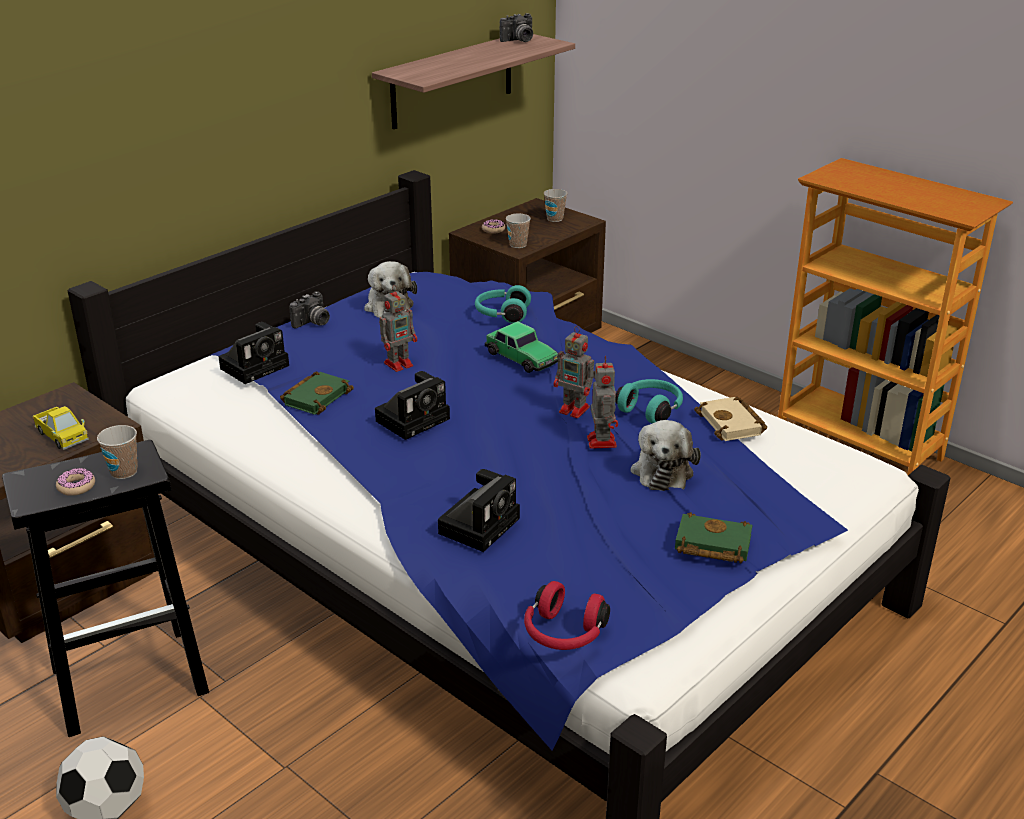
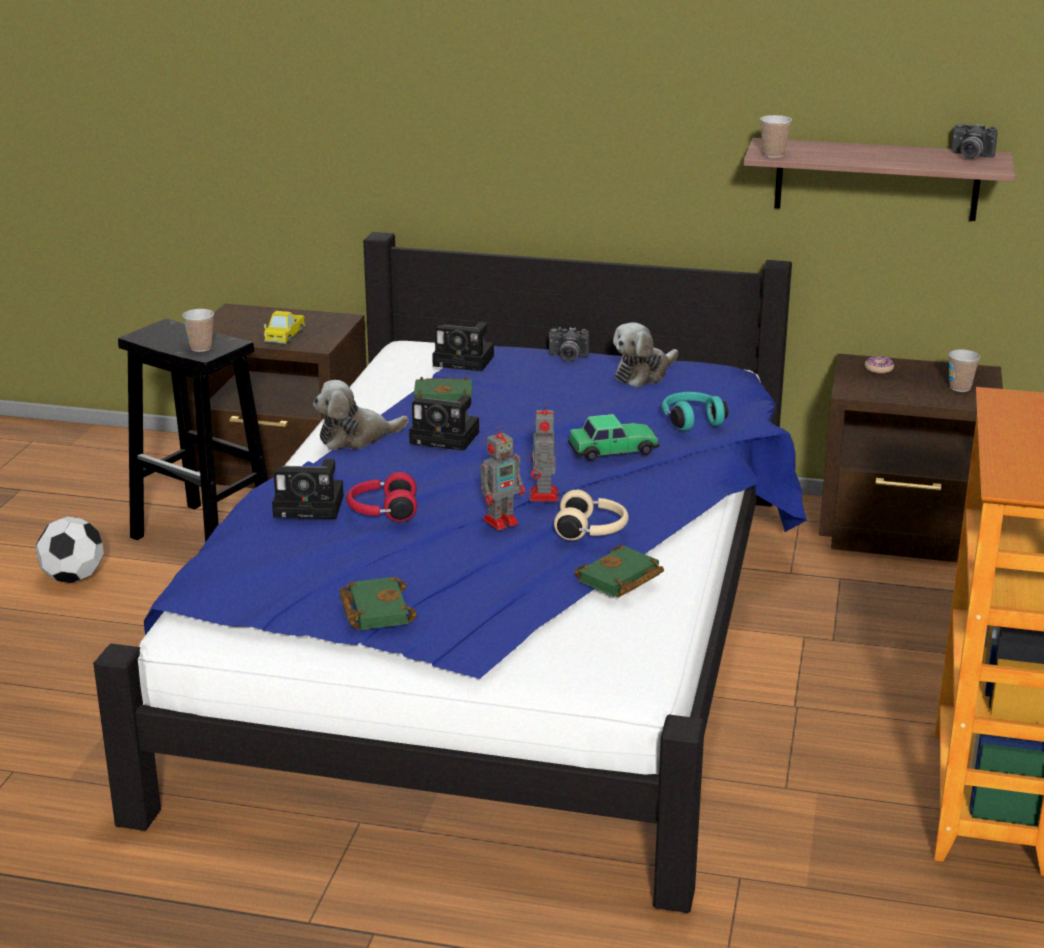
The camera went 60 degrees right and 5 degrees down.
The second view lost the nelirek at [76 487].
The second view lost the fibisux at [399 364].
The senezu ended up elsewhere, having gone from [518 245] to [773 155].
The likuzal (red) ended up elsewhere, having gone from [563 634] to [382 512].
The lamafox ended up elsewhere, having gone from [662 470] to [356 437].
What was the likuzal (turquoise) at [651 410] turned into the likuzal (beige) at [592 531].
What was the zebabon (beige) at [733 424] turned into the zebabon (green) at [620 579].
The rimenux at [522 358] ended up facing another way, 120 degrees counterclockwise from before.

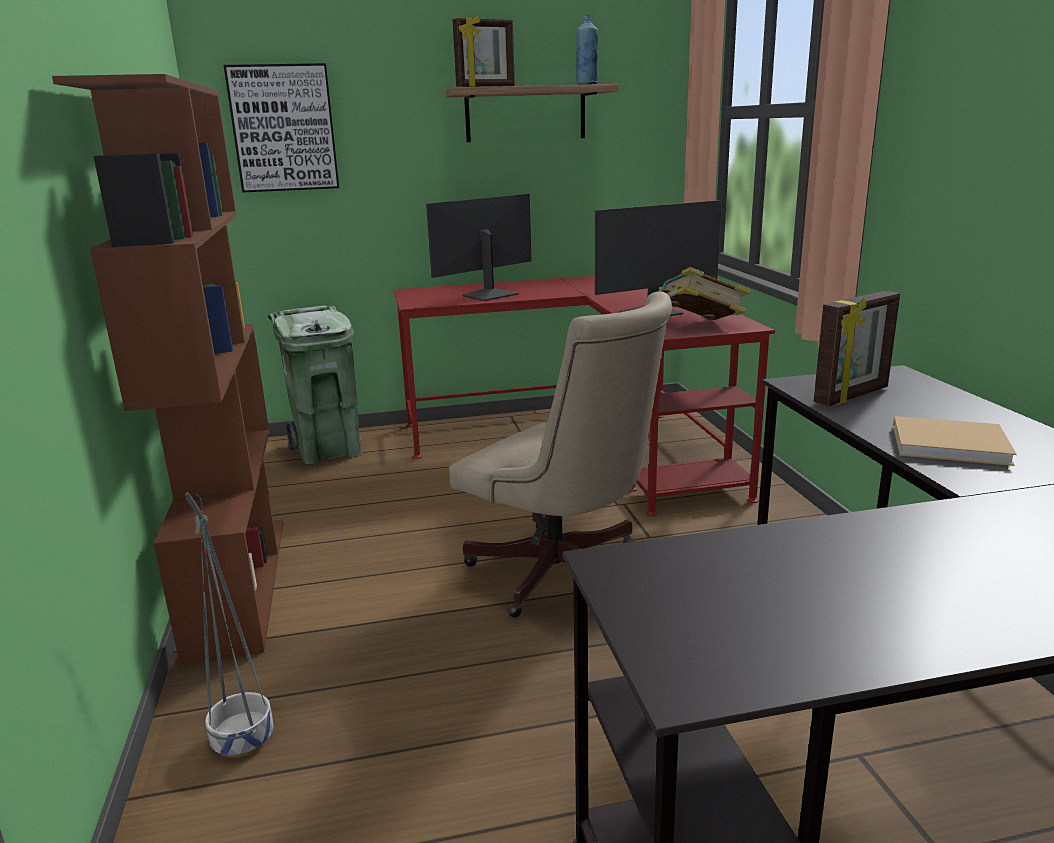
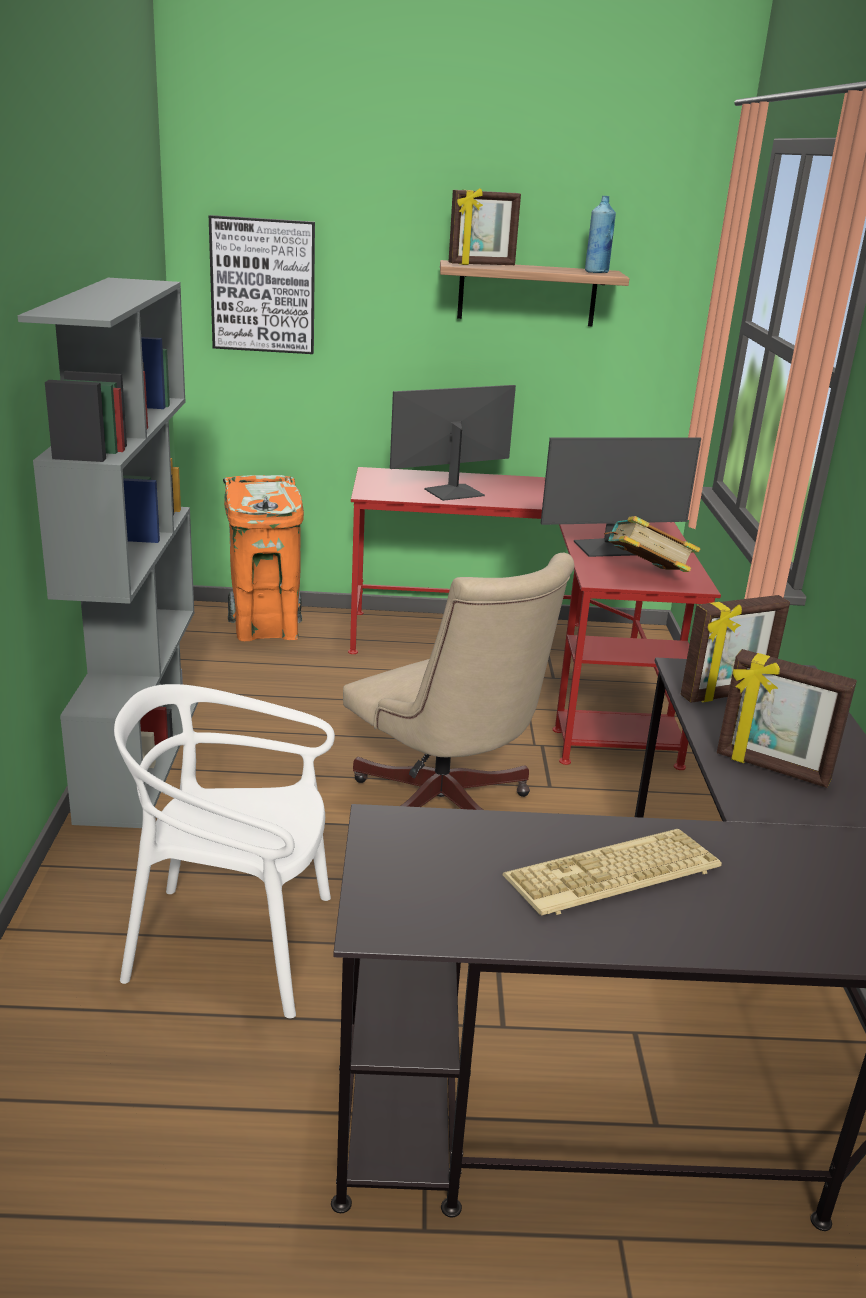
The camera went 10 degrees right and 5 degrees up.
The second view lost the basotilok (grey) at [242 740].
The second view gained the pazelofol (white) at [233 944].
The second view gained the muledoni at [613 876].
Where the zebabon (beige) stood at [953 445], the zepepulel came to stand at [772 768].
What was the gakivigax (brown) at [237 583] turned into the gakivigax (grey) at [140 756].
What was the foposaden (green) at [329 450] turned into the foposaden (orange) at [266 628].

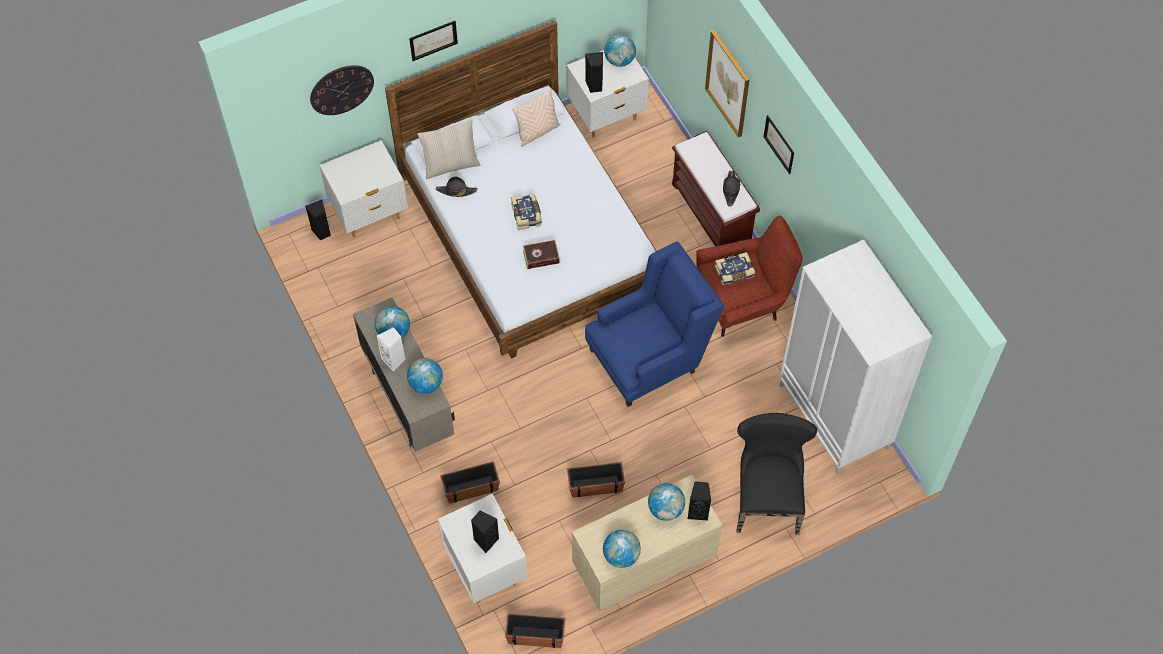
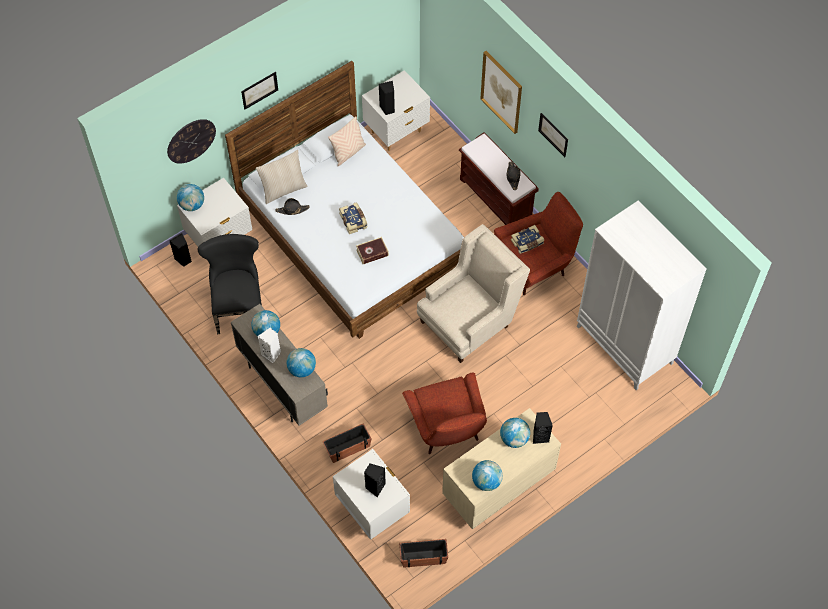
The camera went 10 degrees left and 0 degrees up.
The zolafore ended up elsewhere, having gone from [619 60] to [192 205].
The pazelofol (black) ended up elsewhere, having gone from [766 498] to [238 305].
Where the basotilok stood at [595 485], the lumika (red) came to stand at [447 429].
What was the lumika (blue) at [650 356] turned into the lumika (beige) at [470 320].

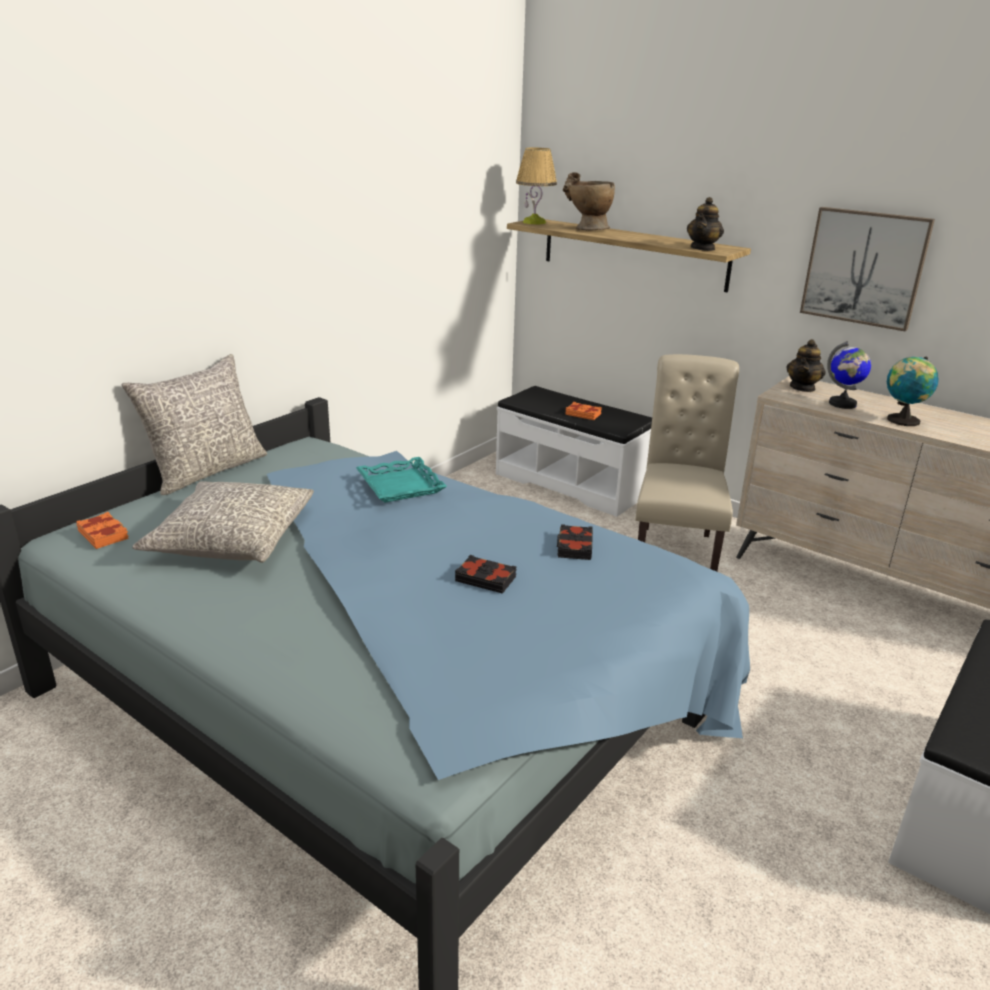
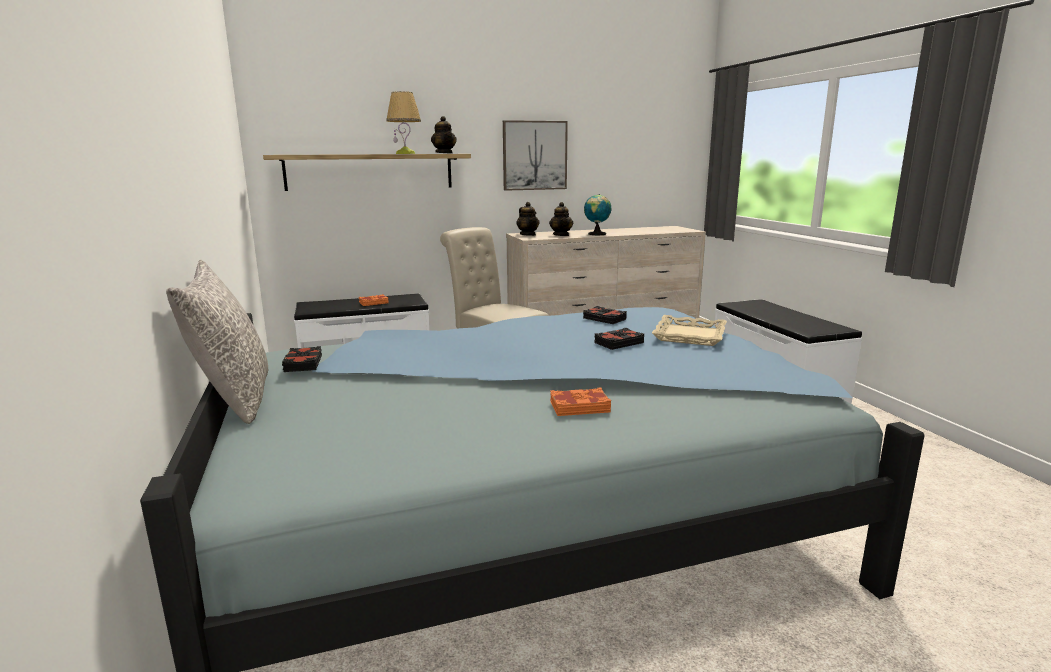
The camera went 55 degrees left and 10 degrees down.
The second view lost the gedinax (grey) at [232 538].
The second view lost the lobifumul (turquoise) at [401 485].
The second view lost the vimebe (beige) at [586 229].
The second view gained the zebabon (black) at [302 364].
The second view gained the lobifumul (beige) at [690 336].
The zebabon (orange) ended up elsewhere, having gone from [104 534] to [579 407].
The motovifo ended up elsewhere, having gone from [534 222] to [405 153].
Where the zolafore stood at [842 404], the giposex came to stand at [561 235].

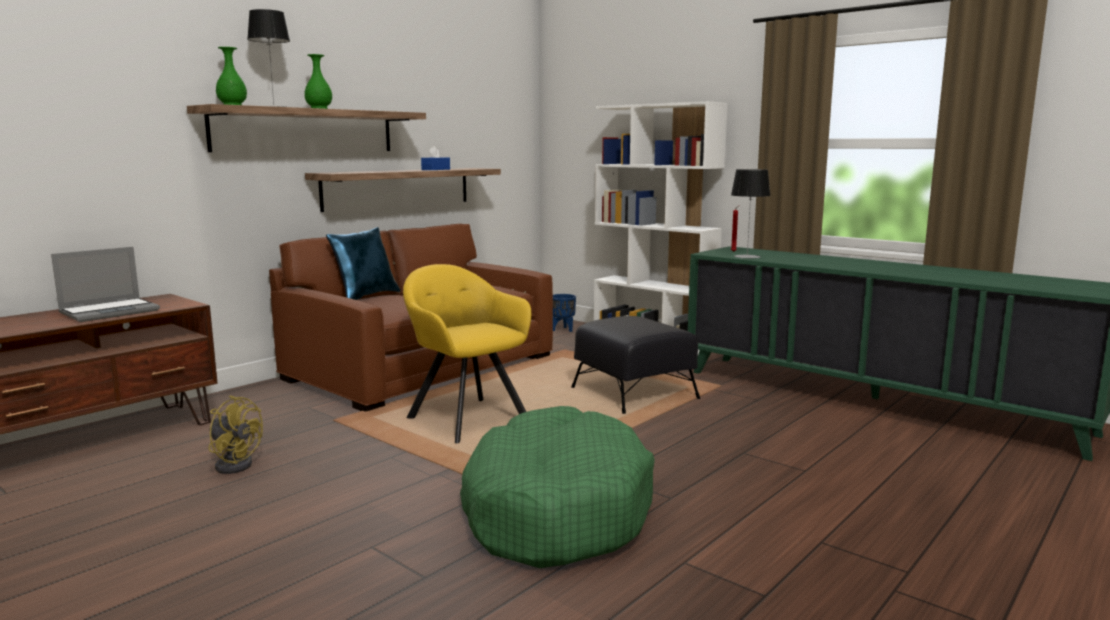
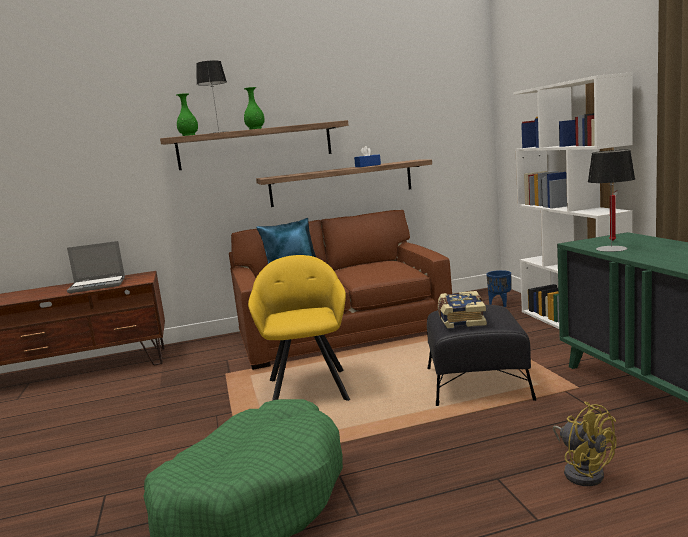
The camera went 35 degrees right and 0 degrees up.
The second view gained the zebabon at [460 319].
The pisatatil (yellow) ended up elsewhere, having gone from [234 464] to [583 471].

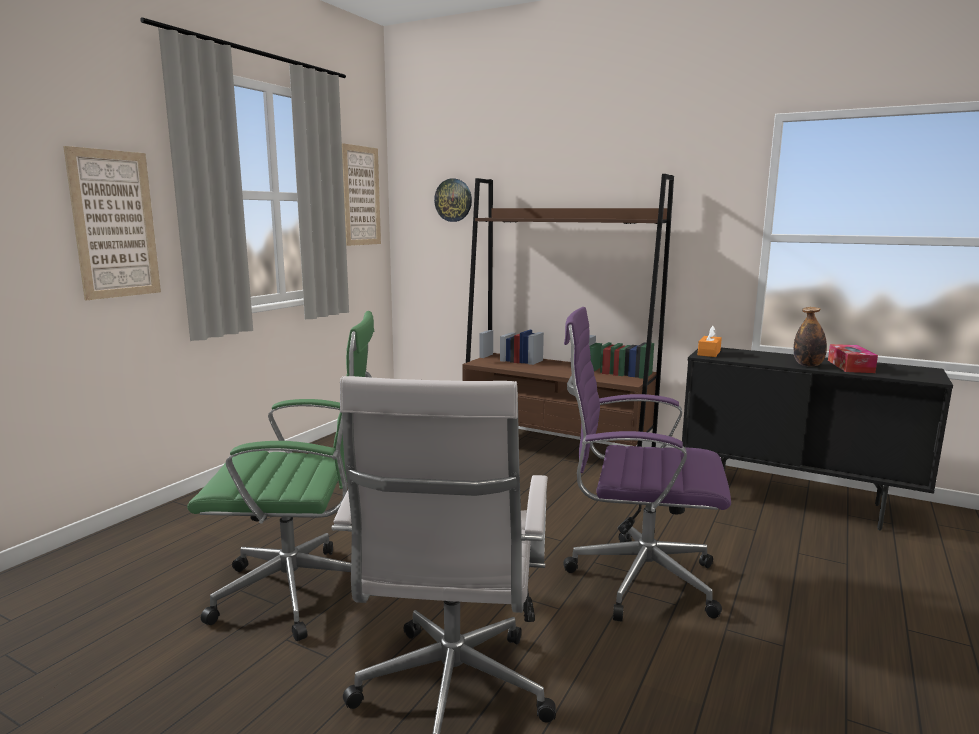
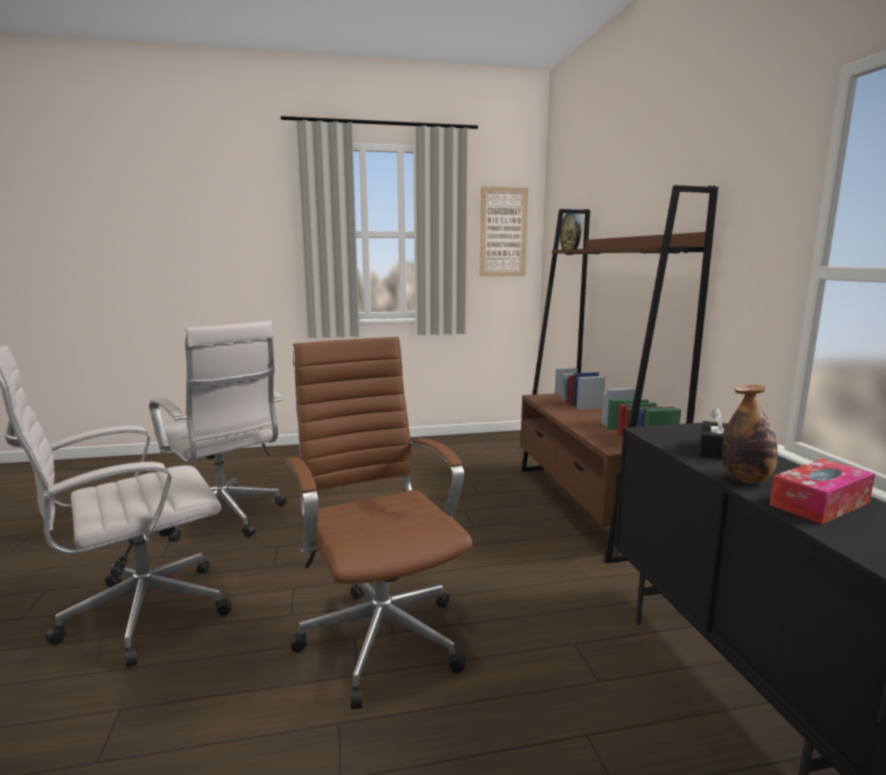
The camera went 50 degrees right and 0 degrees up.
The second view lost the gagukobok at [115 224].
The second view lost the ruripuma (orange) at [709 353].
The second view gained the ruripuma (black) at [714 450].
What was the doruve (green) at [301 592] turned into the doruve (white) at [226 518].
What was the doruve (purple) at [635 579] turned into the doruve (brown) at [380 635].

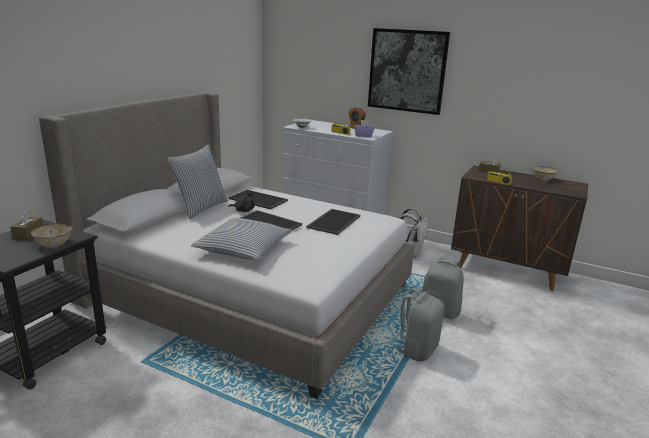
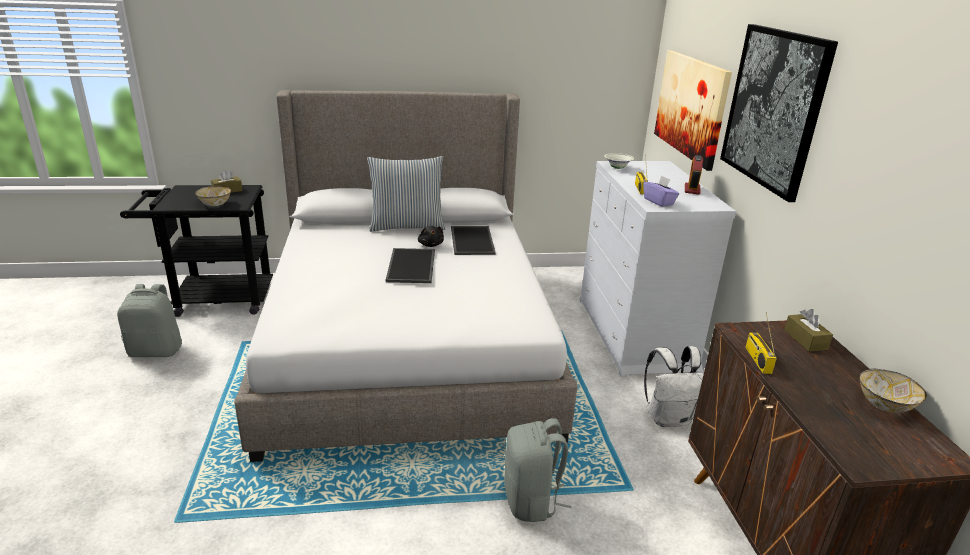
The camera went 55 degrees right and 5 degrees up.
The second view lost the gedinax at [243 248].
The second view lost the lobifumul at [333 221].
The second view gained the gagukobok at [690 106].
The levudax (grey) ended up elsewhere, having gone from [417 349] to [156 351].

